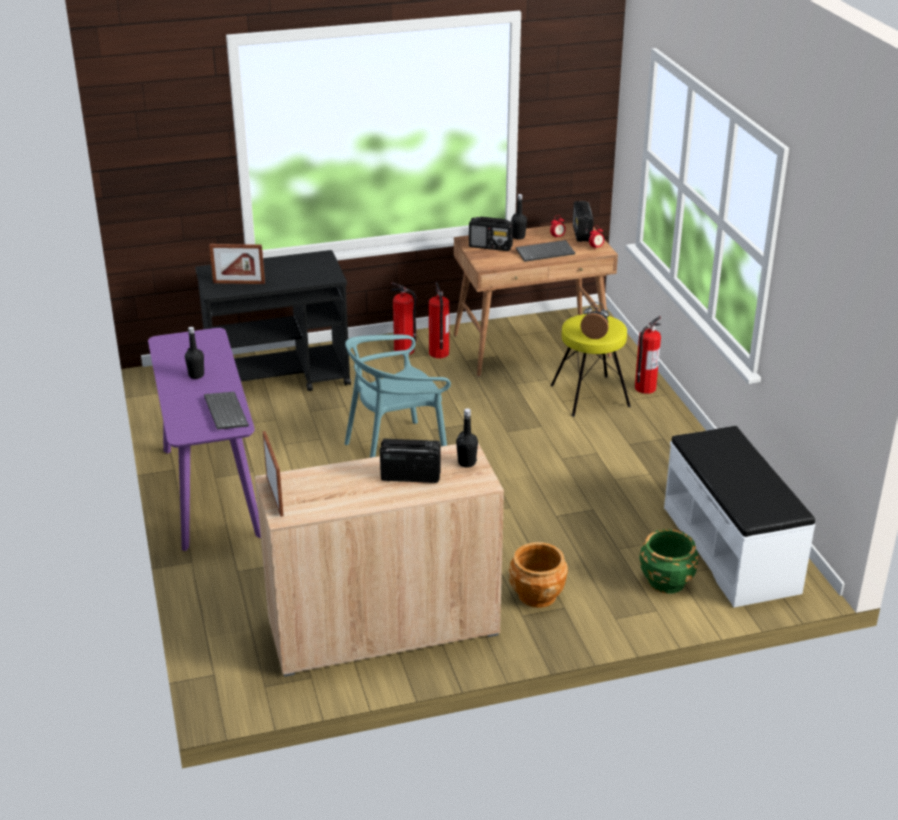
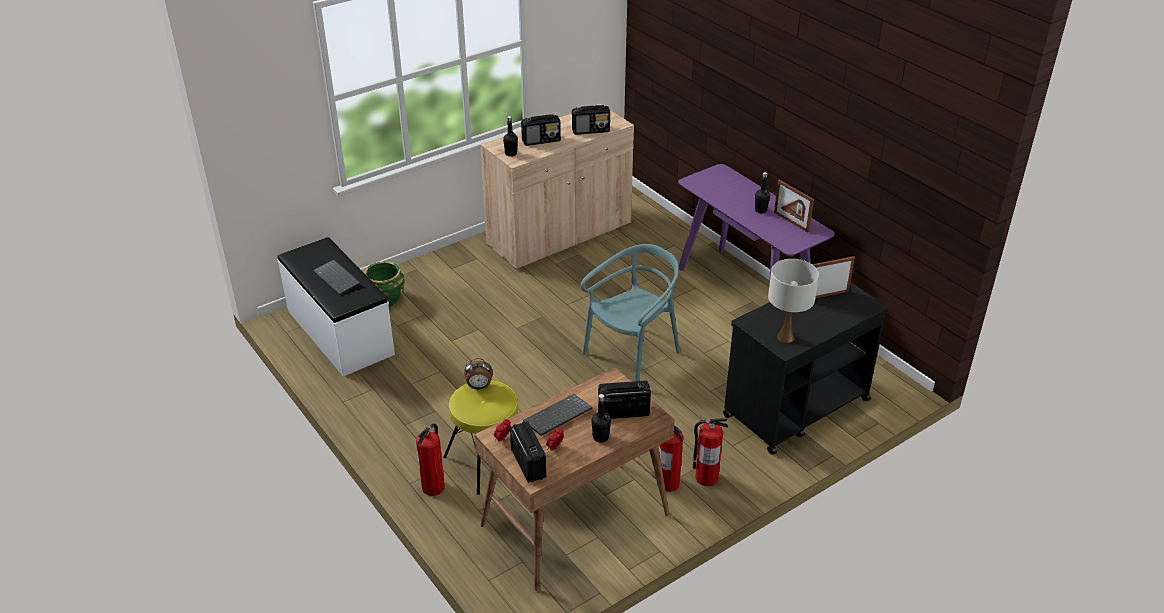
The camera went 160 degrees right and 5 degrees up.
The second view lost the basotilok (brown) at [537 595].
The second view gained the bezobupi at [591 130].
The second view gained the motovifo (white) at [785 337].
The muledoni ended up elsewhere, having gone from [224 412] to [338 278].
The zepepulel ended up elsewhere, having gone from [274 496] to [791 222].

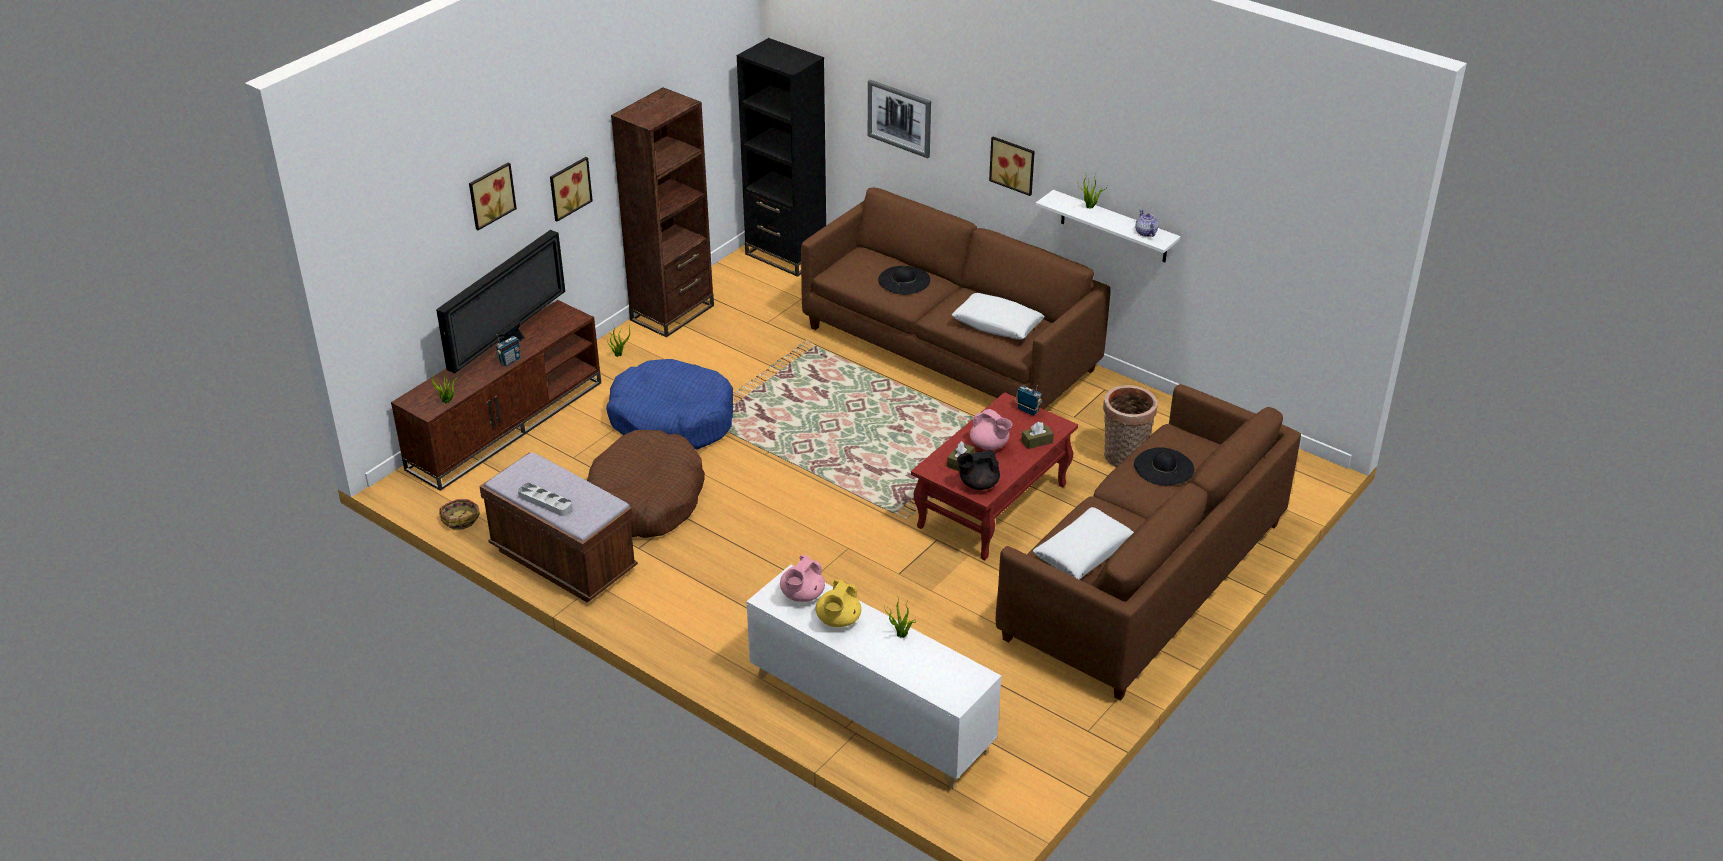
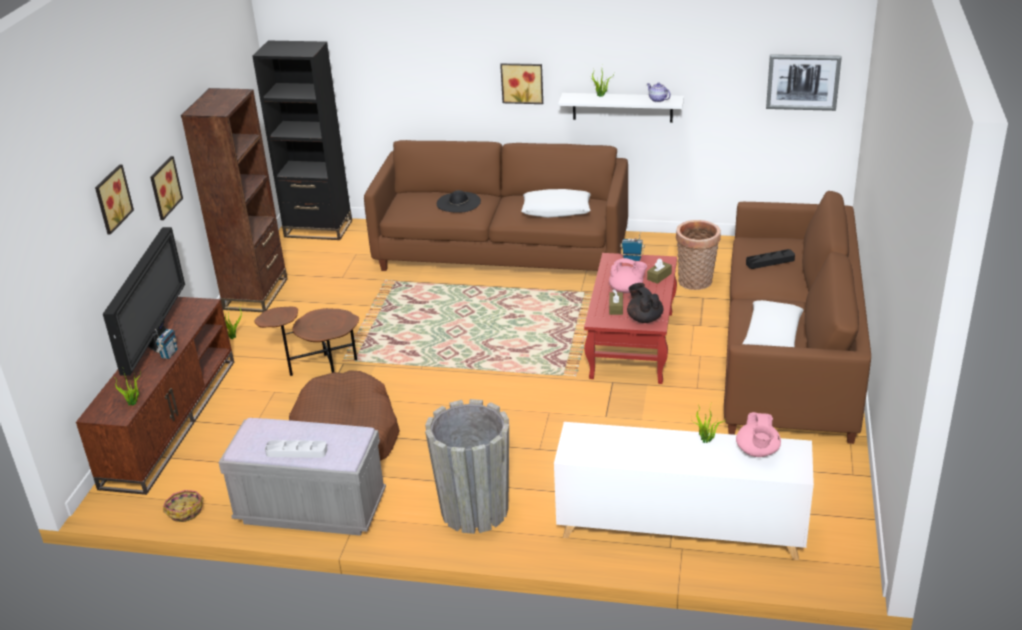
The camera went 25 degrees left and 5 degrees down.
The second view lost the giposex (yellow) at [838 620].
The second view gained the basotilok (grey) at [474 510].
The giposex (pink) ended up elsewhere, having gone from [802 595] to [757 451].
The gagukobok ended up elsewhere, having gone from [899 118] to [803 82].
Where the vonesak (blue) stood at [672 419], the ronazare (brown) came to stand at [320 368].
Where the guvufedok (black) stood at [1163 467], the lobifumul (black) came to stand at [770 261].
What was the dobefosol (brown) at [563 560] turned into the dobefosol (grey) at [311 510].
The giposex (black) at [978 484] ended up facing another way, 105 degrees clockwise from before.

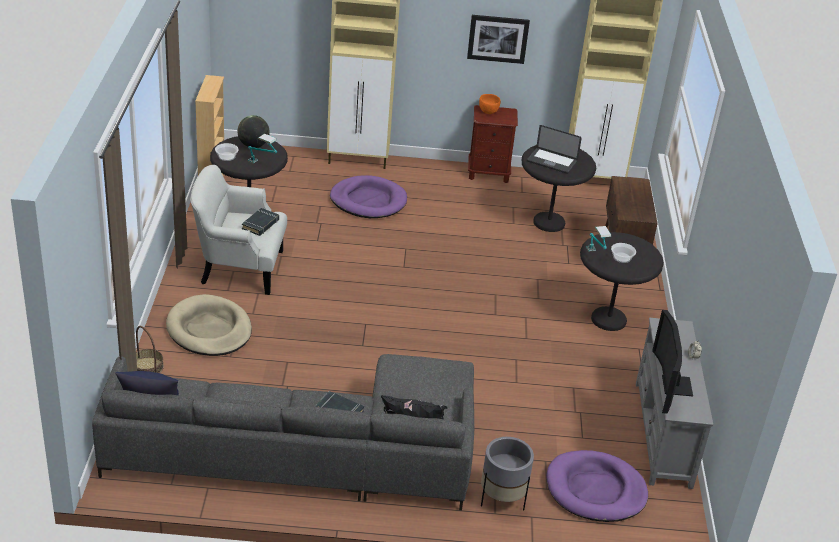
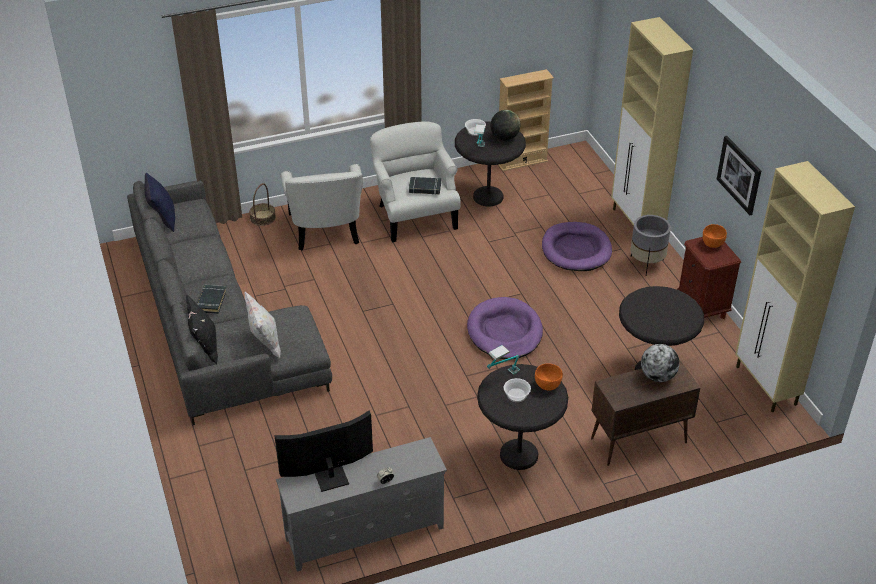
The camera went 70 degrees right and 5 degrees up.
The second view lost the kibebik at [551 161].
The second view gained the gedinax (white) at [265 344].
The second view gained the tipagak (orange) at [547 385].
The second view gained the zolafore at [657 376].
The basotilok (grey) ended up elsewhere, having gone from [502 499] to [646 263].
The vonesak (purple) ended up elsewhere, having gone from [595 490] to [504 332].
Where the vonesak (beige) stood at [209 329], the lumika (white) came to stand at [326 229].

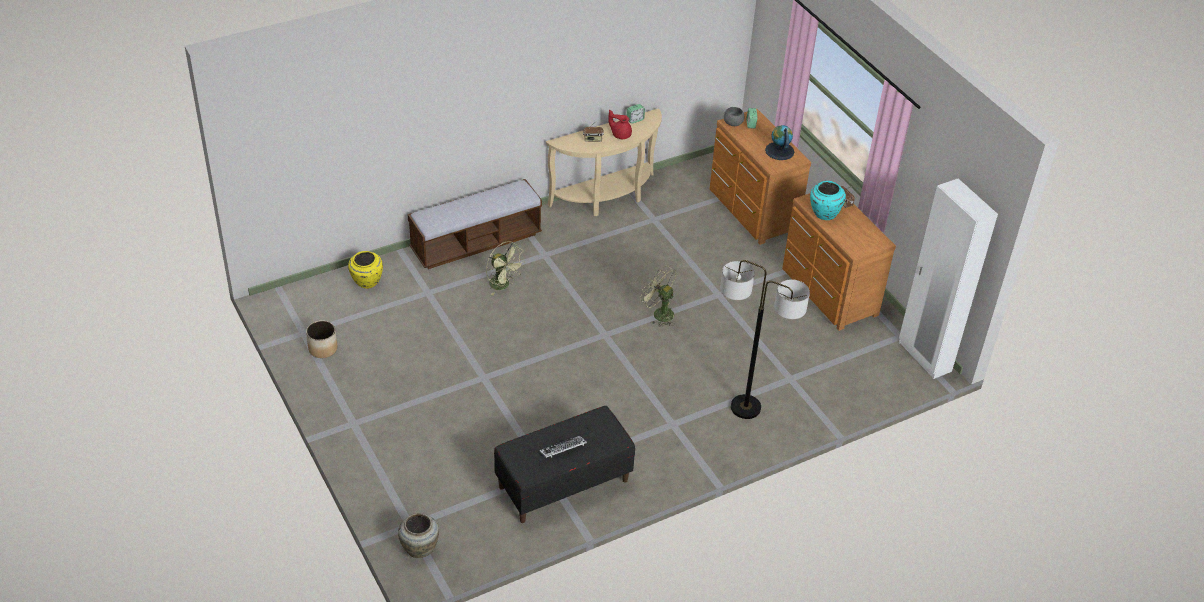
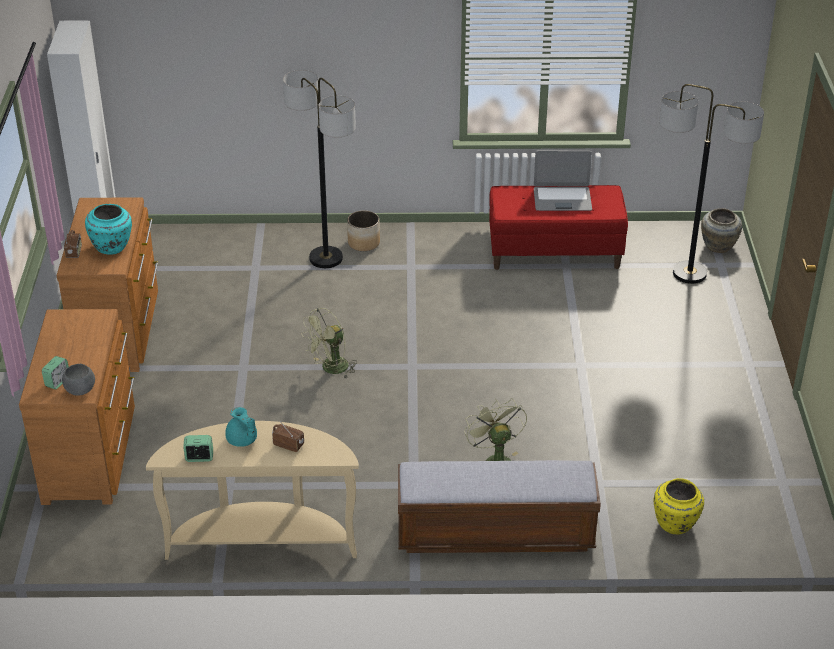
The camera went 150 degrees left and 5 degrees down.
The second view lost the zolafore at [779 151].
The second view gained the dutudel at [689 273].
The basotilok ended up elsewhere, having gone from [322 349] to [364 243].
Where the muledoni stood at [563 449], the kibebik came to stand at [562 199].
What was the dobefosol (black) at [563 484] turned into the dobefosol (red) at [555 253].
What was the giposex (red) at [620 134] turned into the giposex (turquoise) at [242 440].
The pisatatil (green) at [659 313] ended up facing another way, 75 degrees clockwise from before.

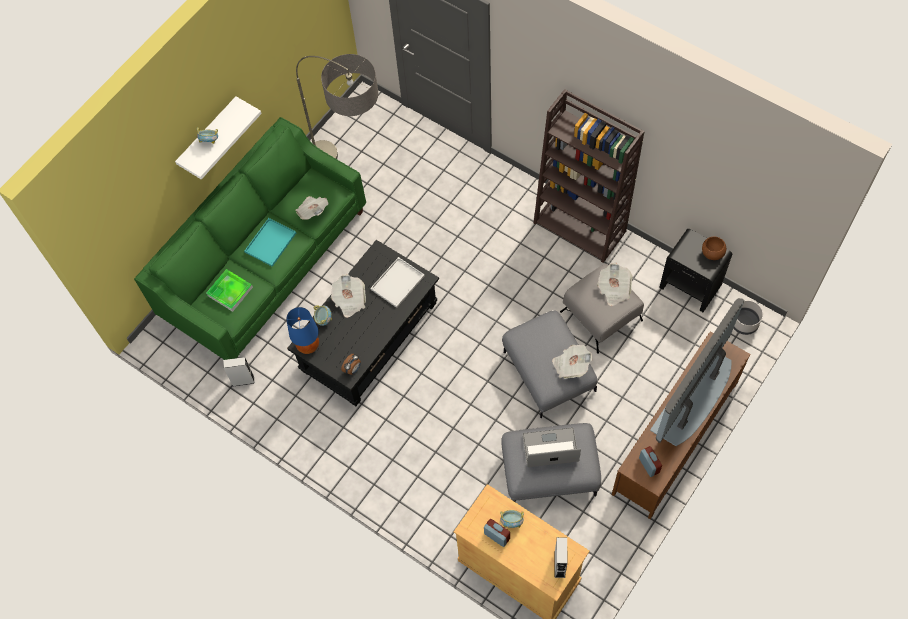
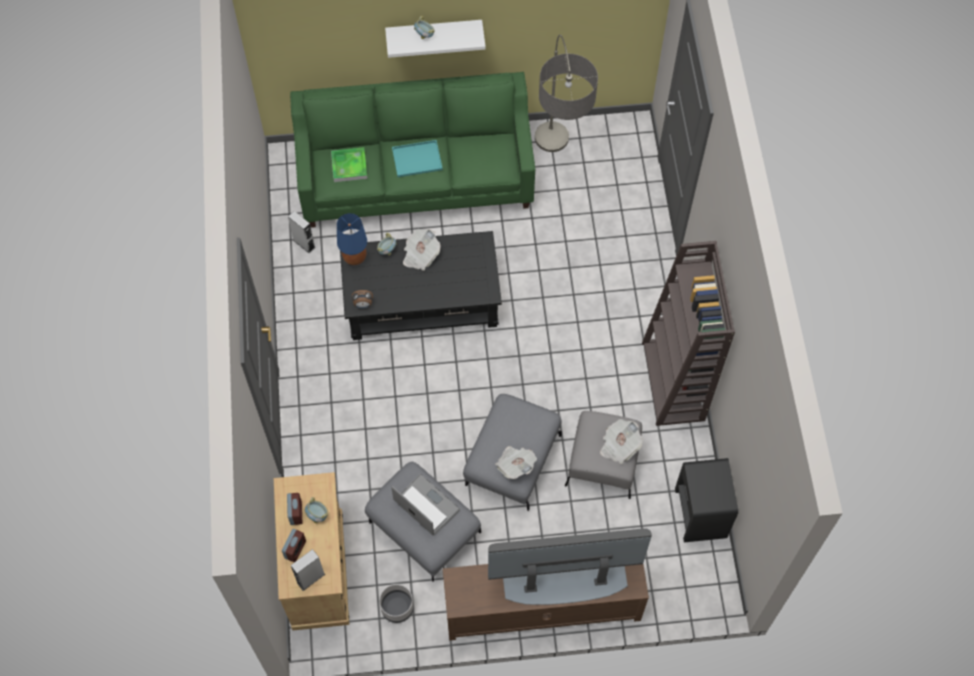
The camera went 45 degrees right and 0 degrees up.
The second view lost the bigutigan at [313 211].
The second view lost the lobifumul (white) at [398 282].
The second view lost the tipagak (brown) at [712 252].
The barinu ended up elsewhere, having gone from [649 465] to [295 549].
The basotilok (grey) ended up elsewhere, having gone from [744 323] to [397 608].

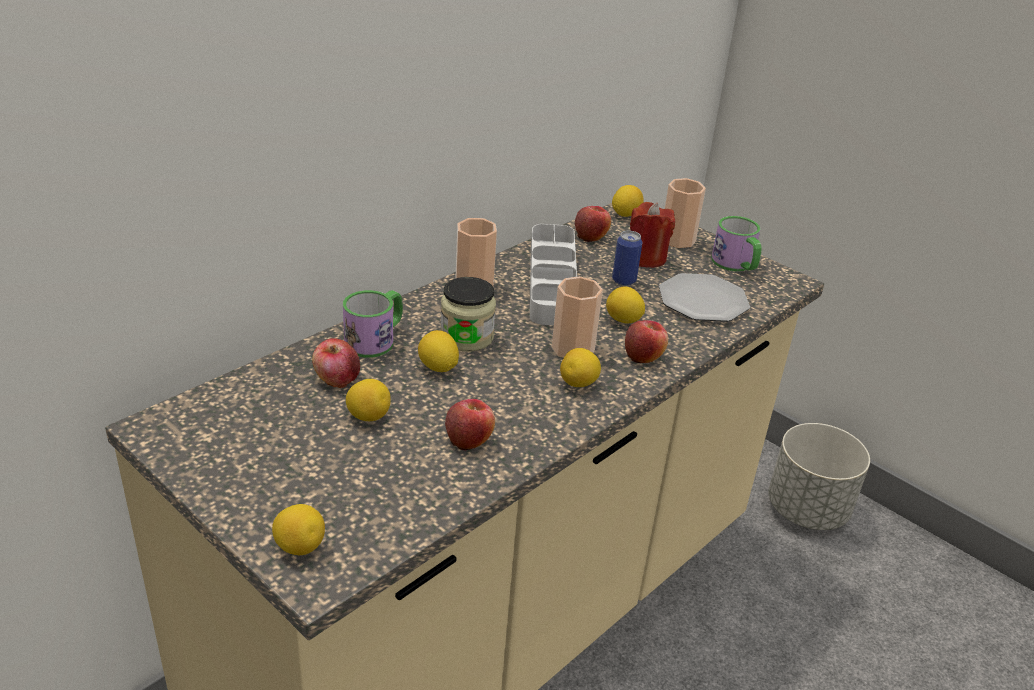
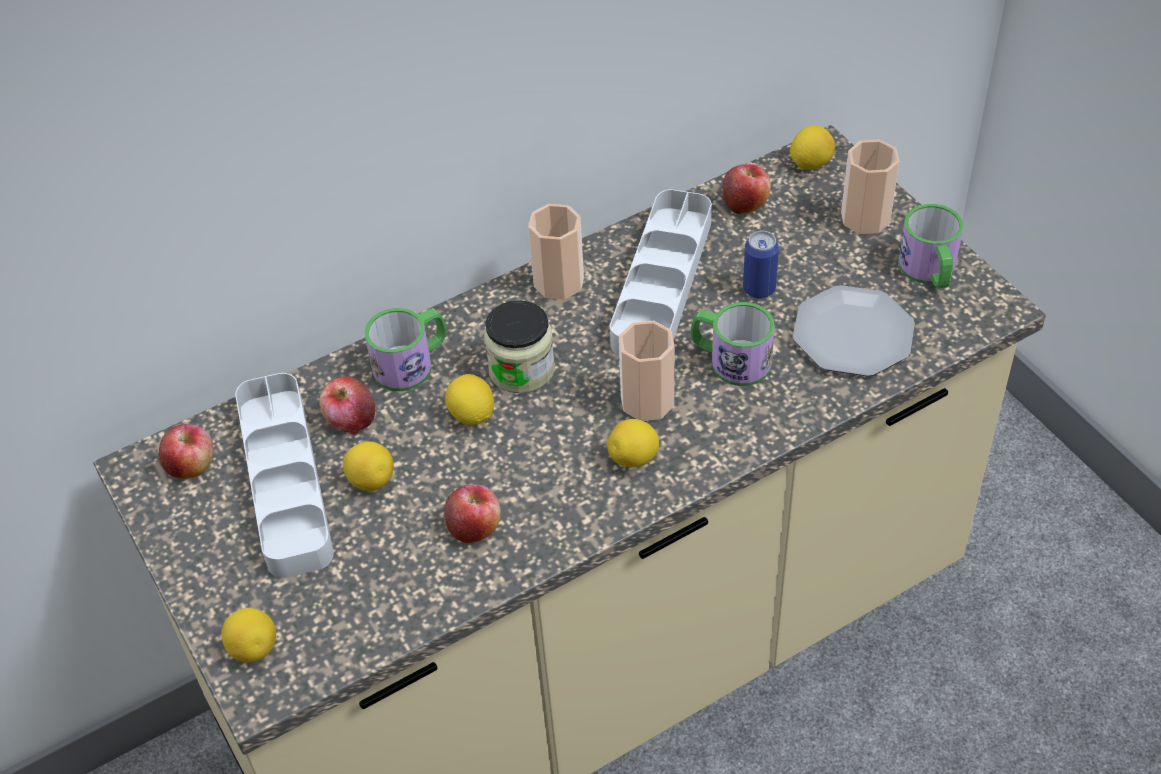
The camera went 20 degrees right and 15 degrees up.
The second view lost the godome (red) at [645 258].
The second view lost the basotilok (grey) at [807 509].
The second view gained the lobifumul (grey) at [285 480].
The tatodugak ended up elsewhere, having gone from [643 356] to [192 466].
Where the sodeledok stood at [623 320], the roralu came to stand at [730 360].

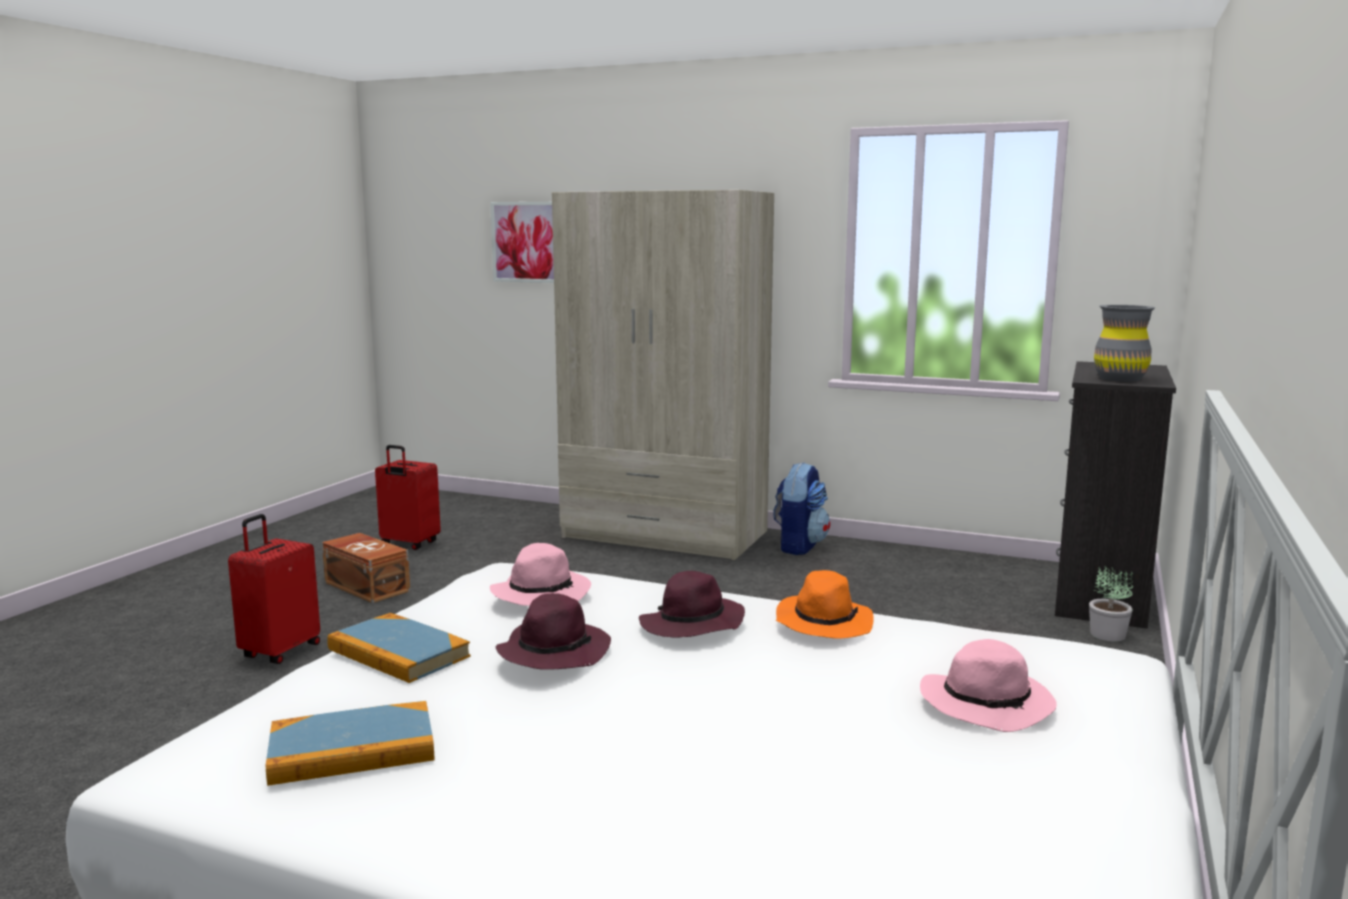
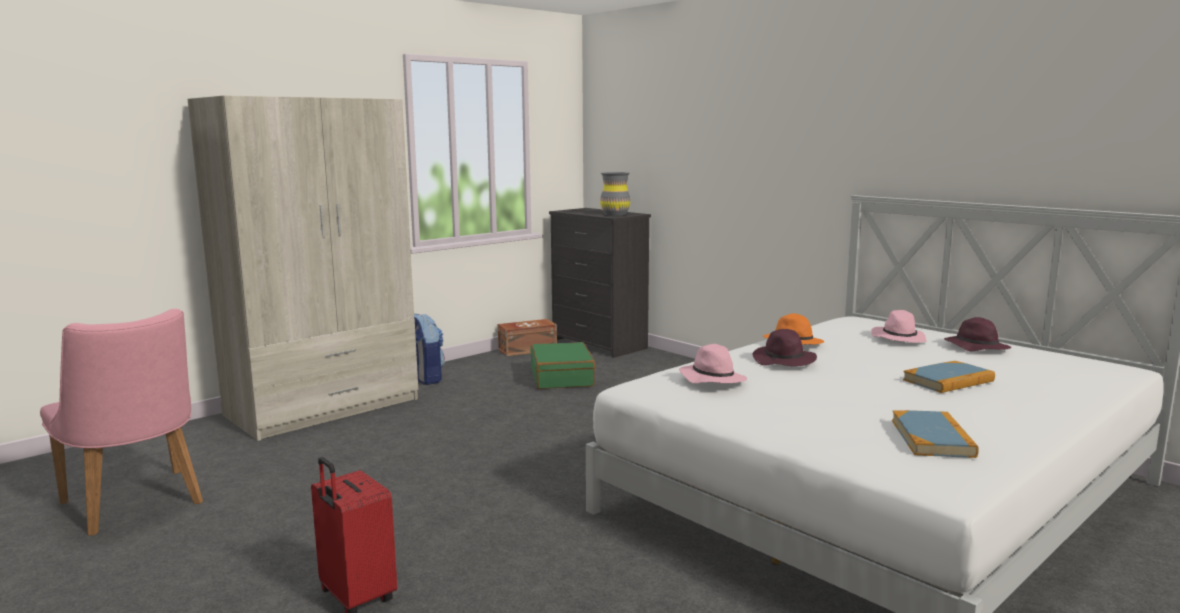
The camera went 65 degrees left and 0 degrees up.
The second view lost the gagukobok at [527 242].
The second view lost the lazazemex at [1108 635].
The second view gained the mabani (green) at [562 377].
The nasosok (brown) ended up elsewhere, having gone from [367 586] to [526 349].
The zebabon ended up elsewhere, having gone from [398 653] to [948 380].
The guvufedok (purple) ended up elsewhere, having gone from [554 651] to [975 347].
Where the mabani (red) stood at [409 544], the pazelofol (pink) came to stand at [137 506].

